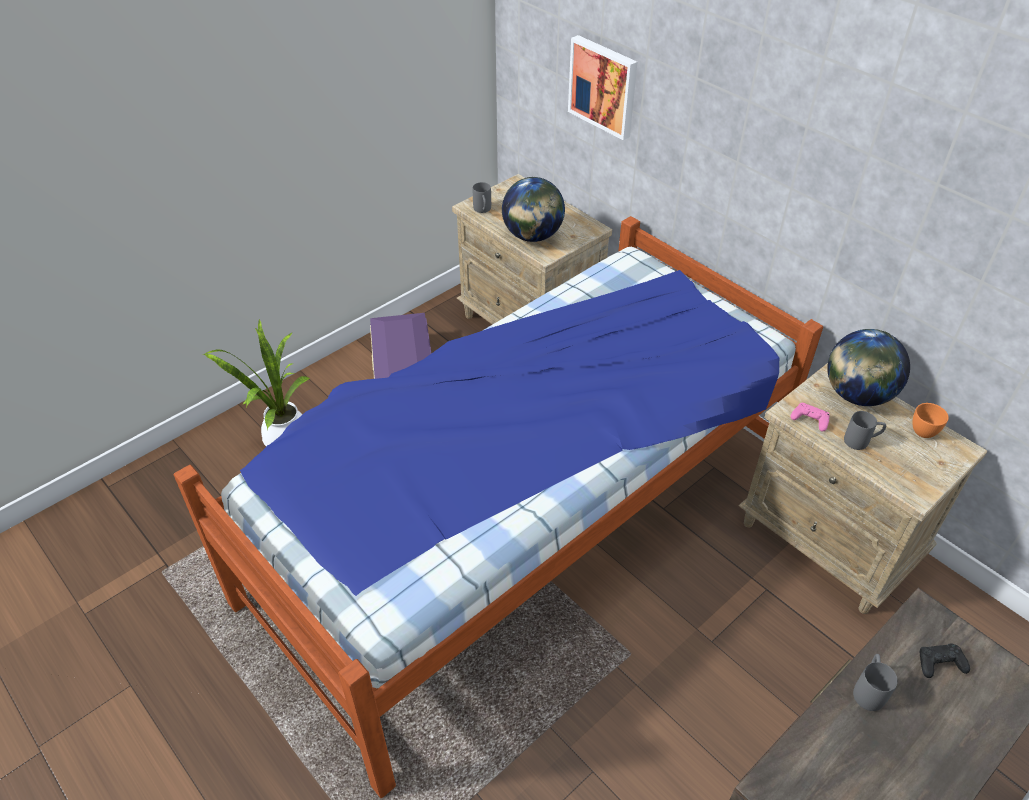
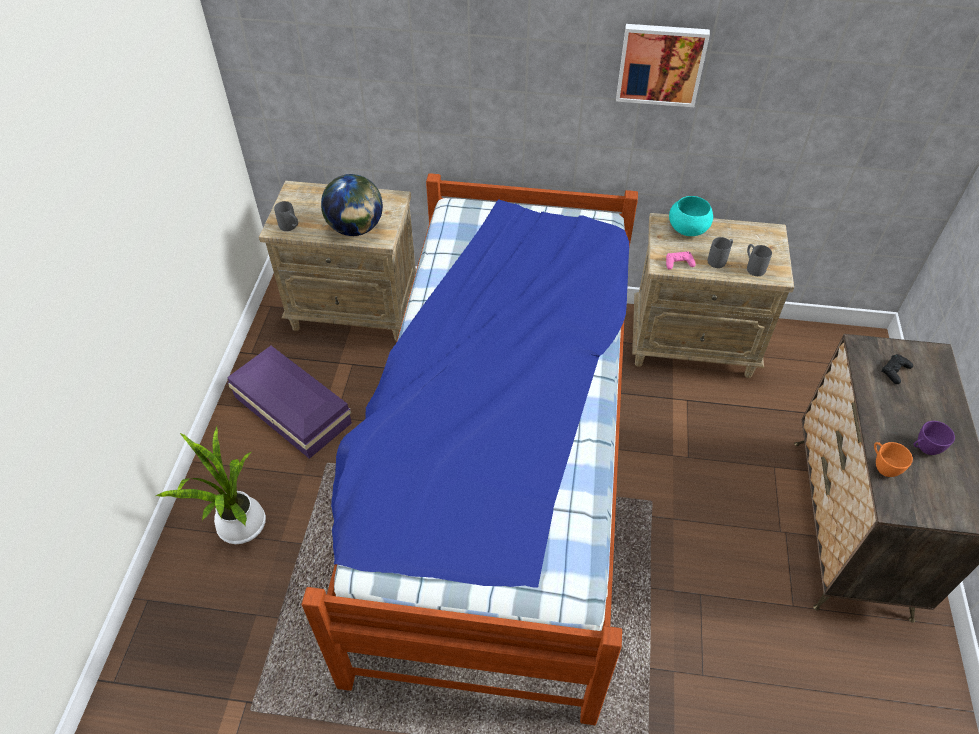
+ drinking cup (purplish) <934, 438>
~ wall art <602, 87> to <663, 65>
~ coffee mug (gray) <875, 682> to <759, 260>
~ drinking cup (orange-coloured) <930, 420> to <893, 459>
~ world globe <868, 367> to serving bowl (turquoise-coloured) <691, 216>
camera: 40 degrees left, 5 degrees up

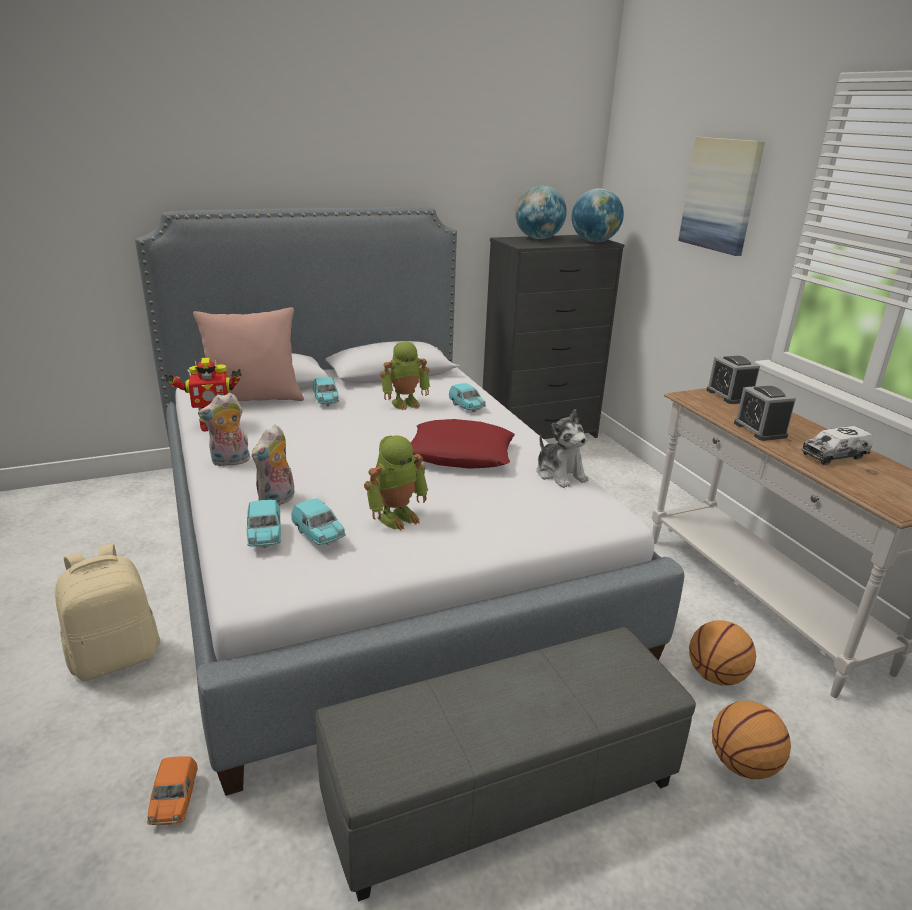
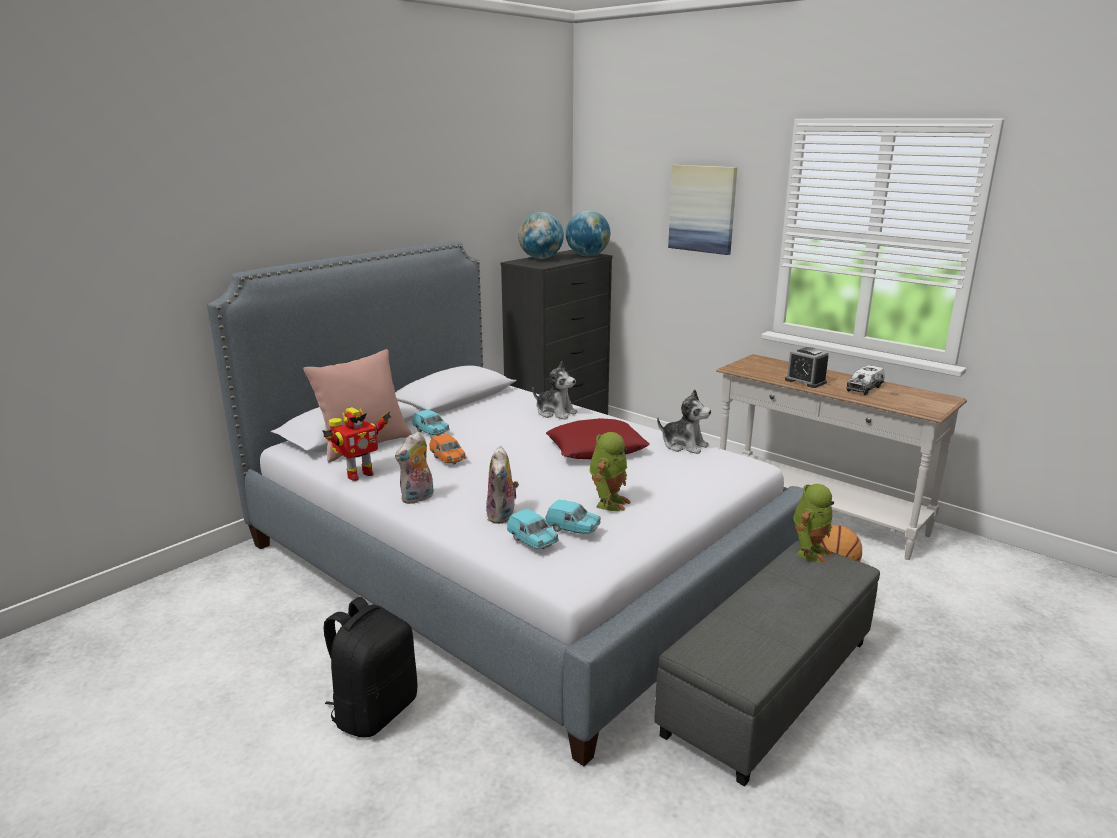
- alarm clock <733, 379>
- basketball ball <751, 740>
~ miniature car (orange-coloured) <172, 791> to <447, 449>
~ model robot <405, 375> to <813, 523>
~ miniature car (turquoise-coloured) <467, 397> to soft toy <555, 391>
~ knapsack (beige-coloured) <107, 612> to knapsack (black) <370, 667>
camera: 25 degrees left, 5 degrees down

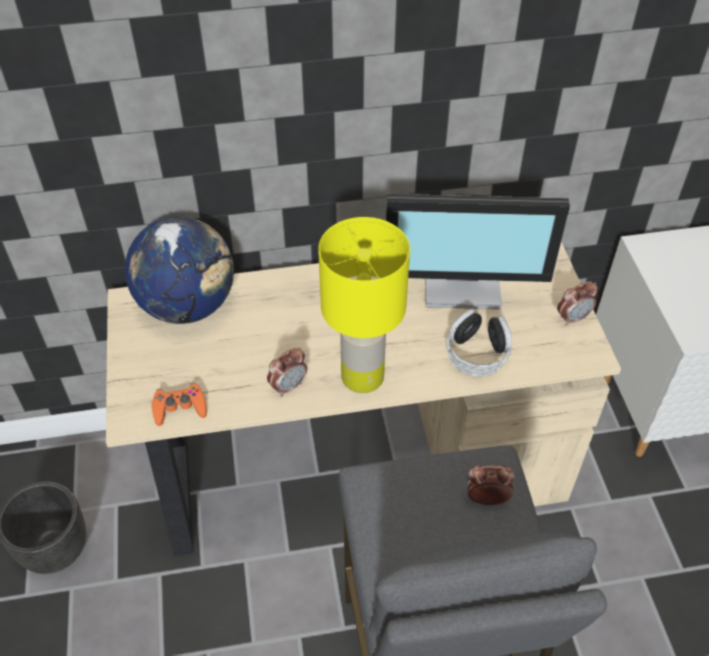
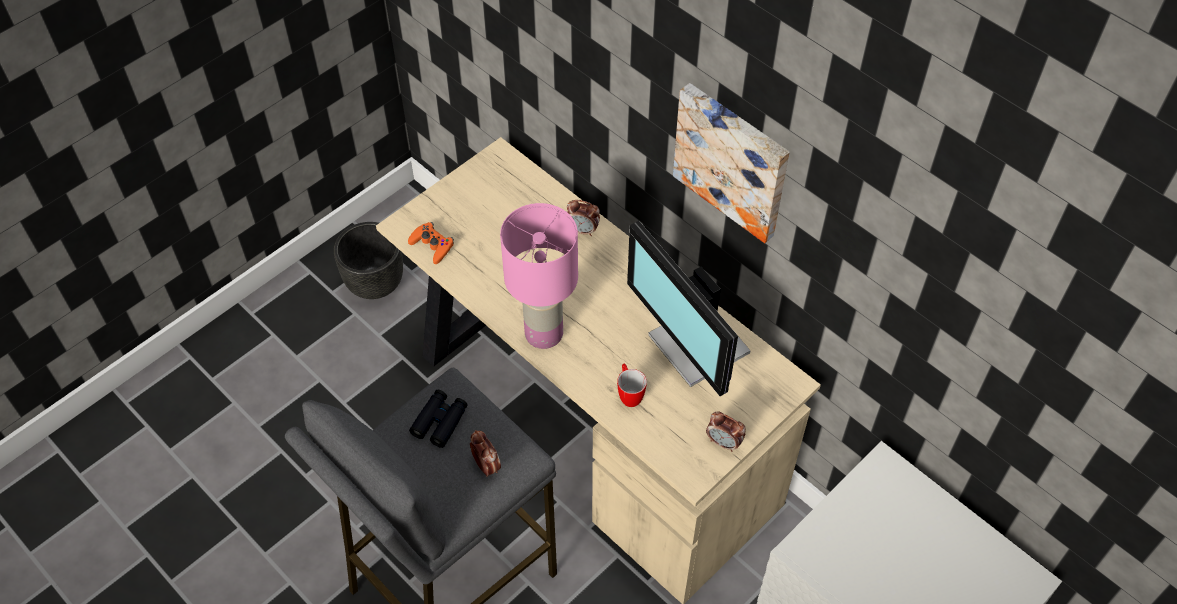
- world globe <179, 270>
+ pair of binoculars (black) <438, 419>
+ wall art <731, 163>
~ alarm clock <287, 372> to <583, 218>
~ headset <479, 342> to coffee mug <632, 385>
~ lamp for a table (yellow) <364, 305> to lamp for a table (pink-coloured) <539, 276>
camera: 55 degrees right, 5 degrees up

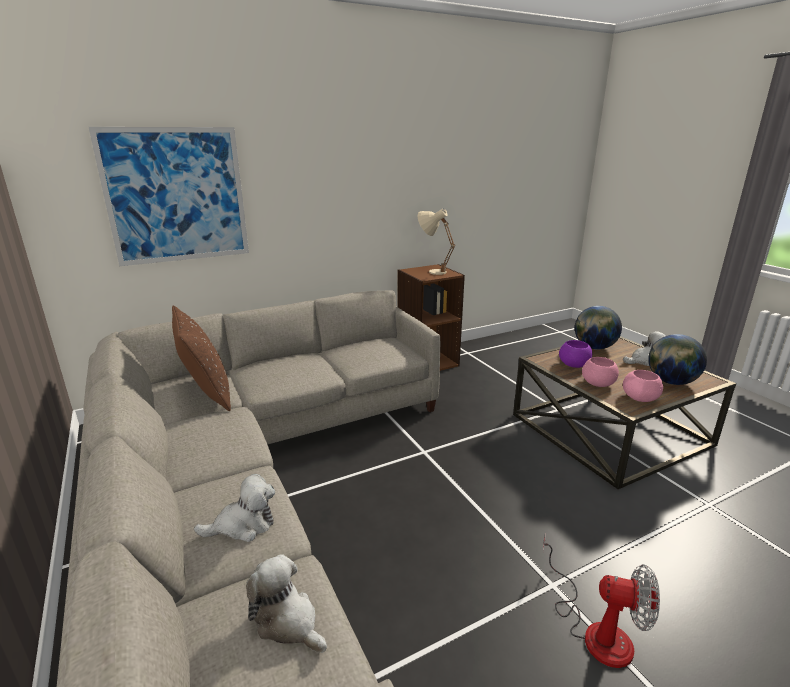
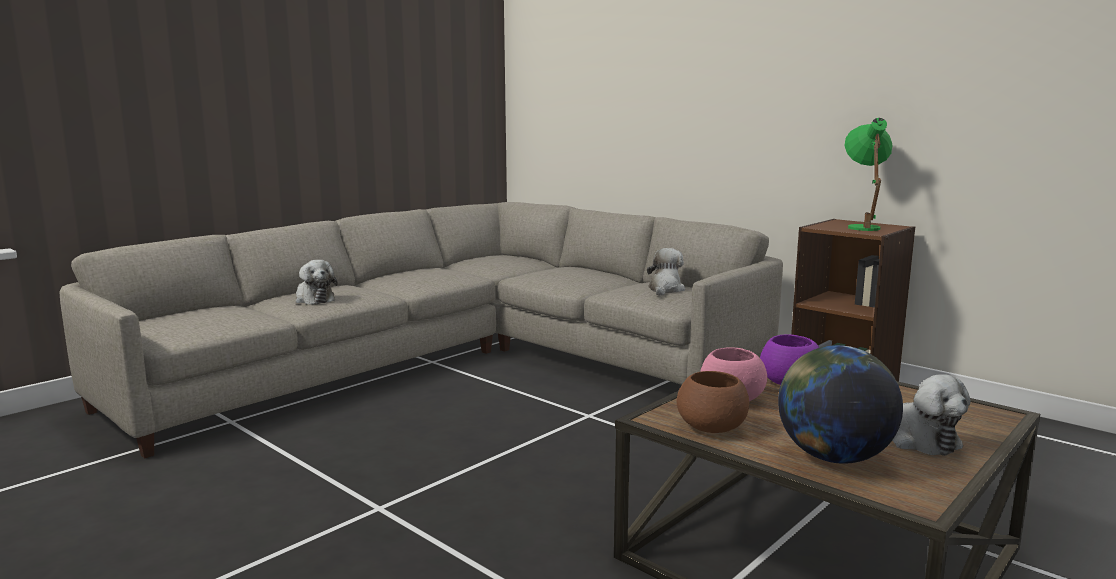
- wall art <169, 196>
- cushion (brown-coloured) <201, 358>
- cooling fan <601, 602>
- world globe <598, 327>
~ soft toy <286, 603> to <666, 272>
~ lamp for a table (beige-coloured) <436, 241> to lamp for a table (greenish) <868, 174>
~ serving bowl (pink-coloured) <643, 386> to serving bowl (brown-coloured) <713, 402>
camera: 70 degrees right, 10 degrees down

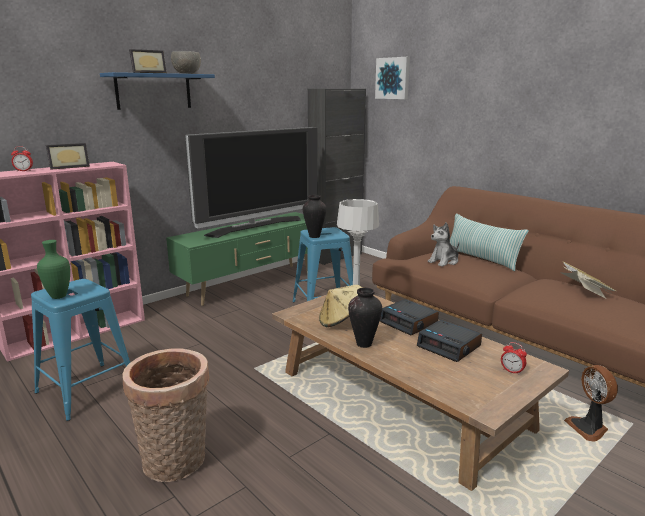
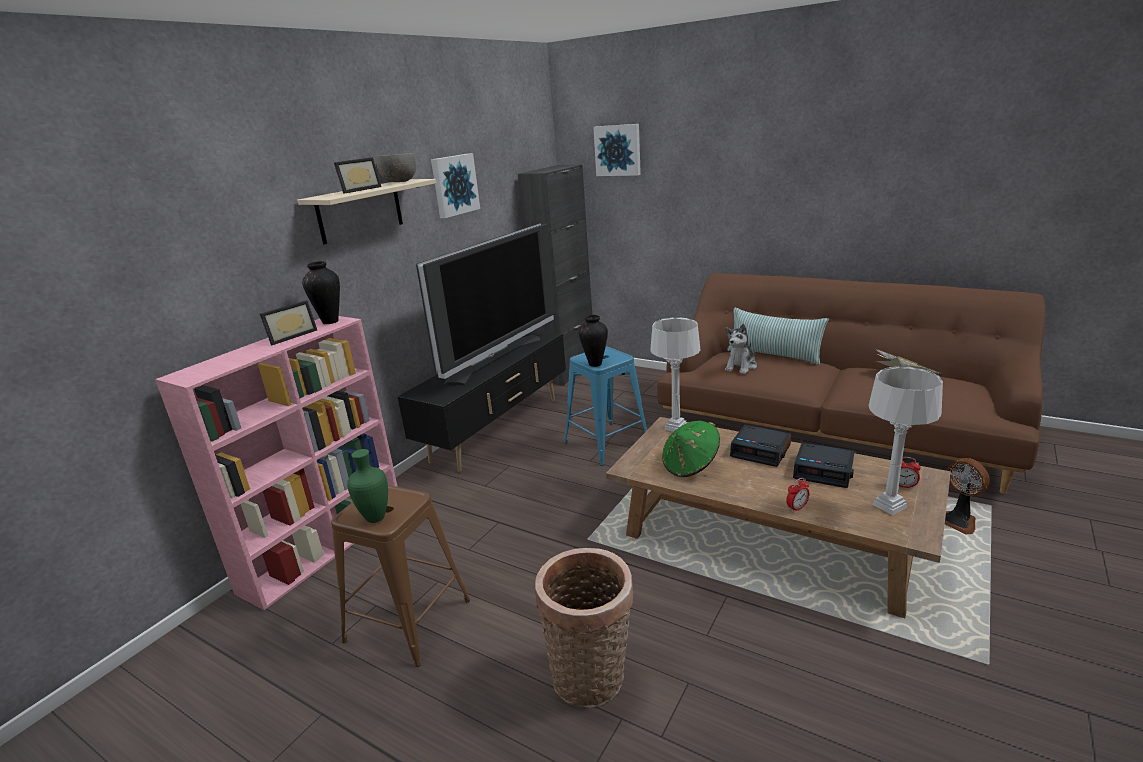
+ wall art <455, 185>
+ lamp for a table (gray) <906, 441>
~ alarm clock <22, 158> to <797, 495>
~ flower vase <365, 317> to <321, 292>
~ stool (blue) <80, 350> to stool (brown-coloured) <400, 576>
~ wall shelf (blue) <157, 91> to wall shelf (beige-coloured) <366, 212>
~ tv unit (greenish) <237, 259> to tv unit (black) <481, 401>
~ hat (beige-coloured) <341, 306> to hat (greenish) <691, 449>
camera: 15 degrees left, 5 degrees up

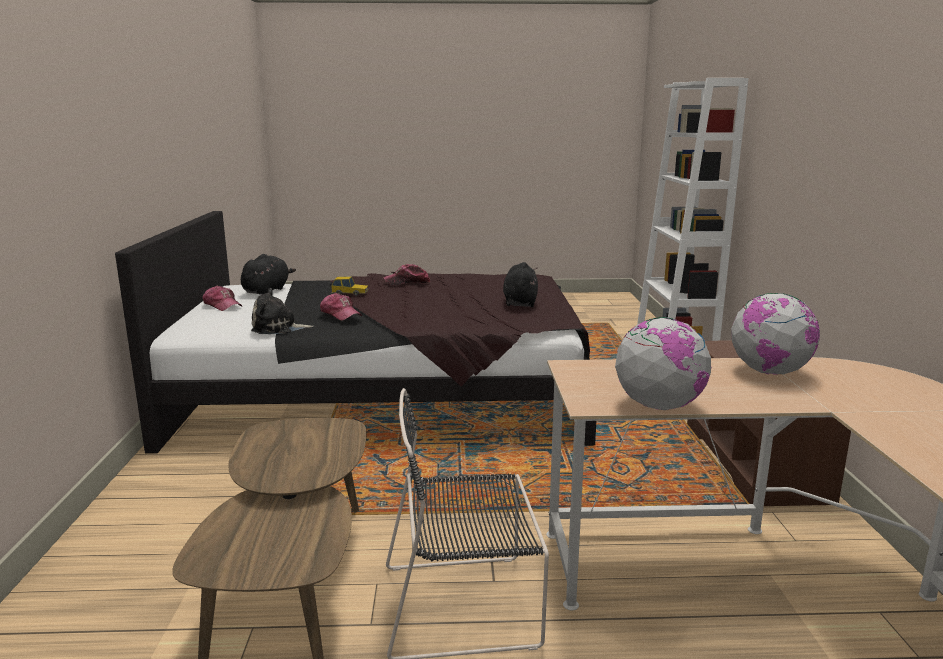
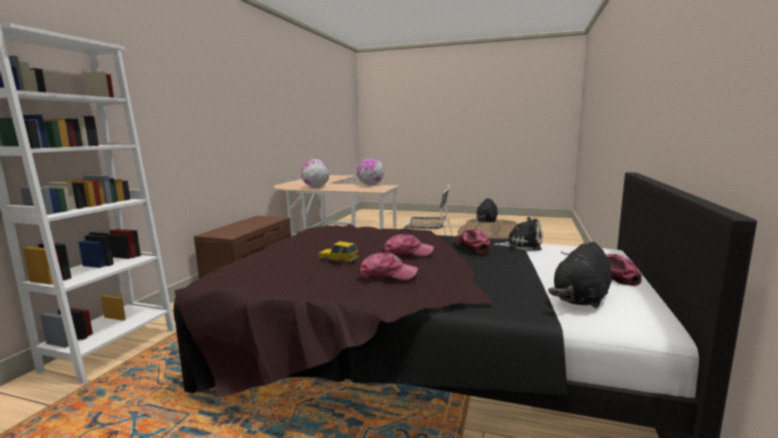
+ cap <408, 245>
~ miniature car <350, 286> to <338, 252>
~ soft toy (black) <520, 284> to <487, 210>
camera: 160 degrees left, 5 degrees down

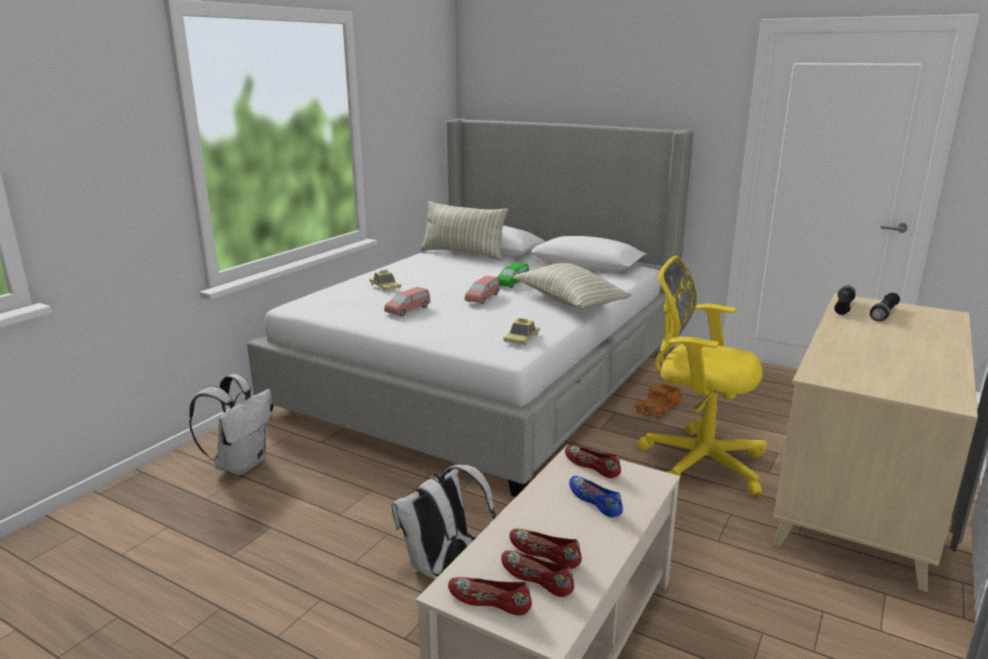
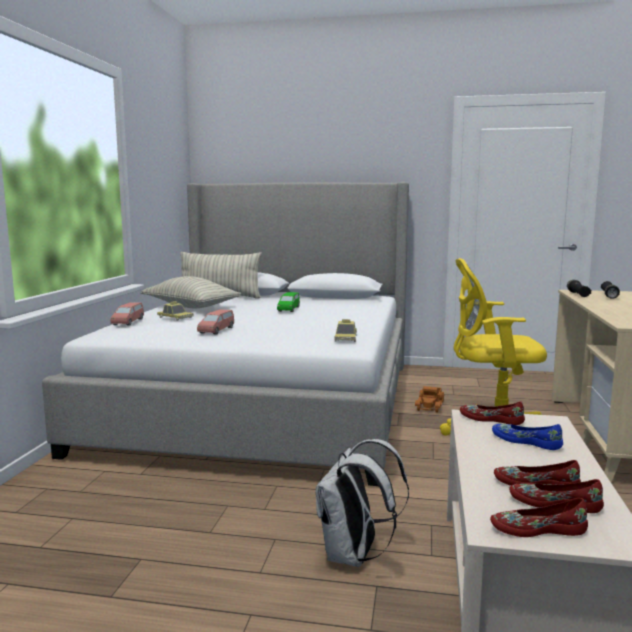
- knapsack (white-coloured) <230, 424>
~ miniature car (pink-coloured) <482, 290> to <127, 313>
~ cushion <572, 286> to <191, 292>
camera: 20 degrees left, 10 degrees down

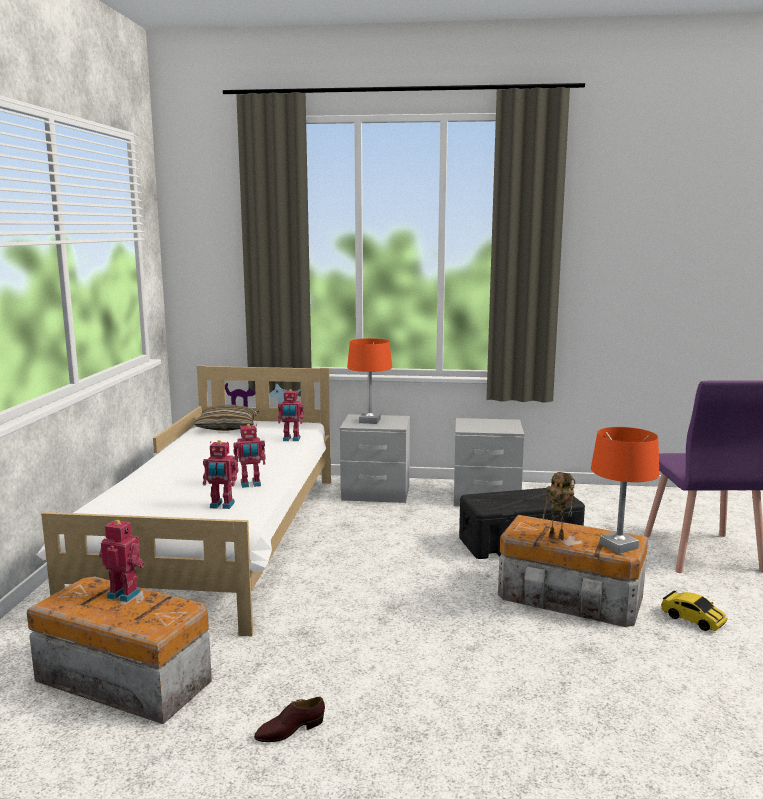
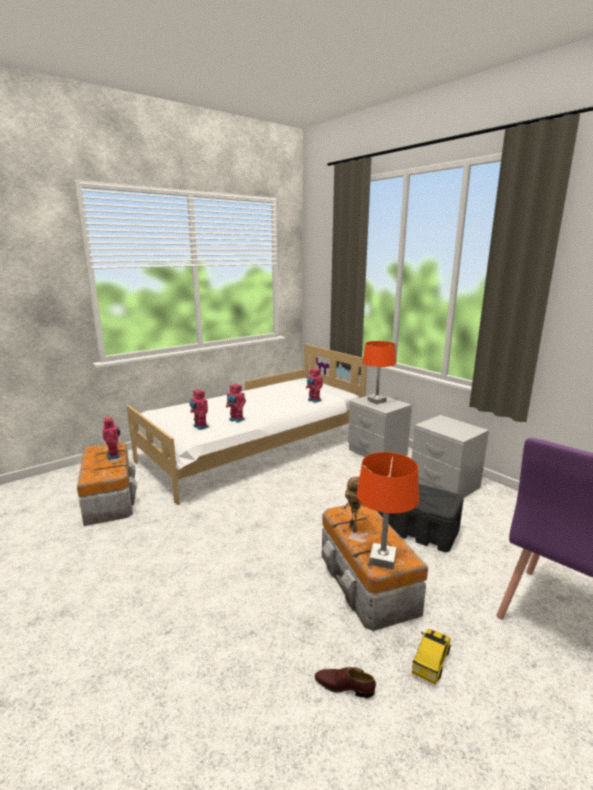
- cushion <226, 418>
~ item of footwear (brown-coloured) <289, 719> to <345, 682>
~ miniature car <694, 611> = <431, 656> 150 degrees counterclockwise
camera: 45 degrees right, 5 degrees up

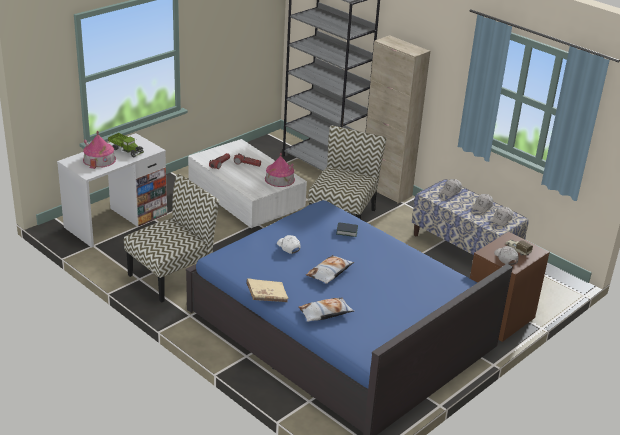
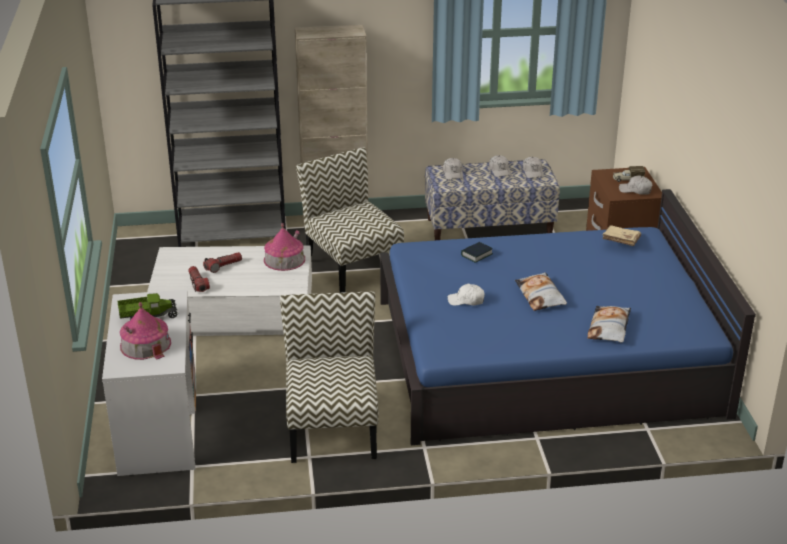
~ bound book (beige-coloured) <267, 290> to <622, 235>
camera: 50 degrees left, 0 degrees up

